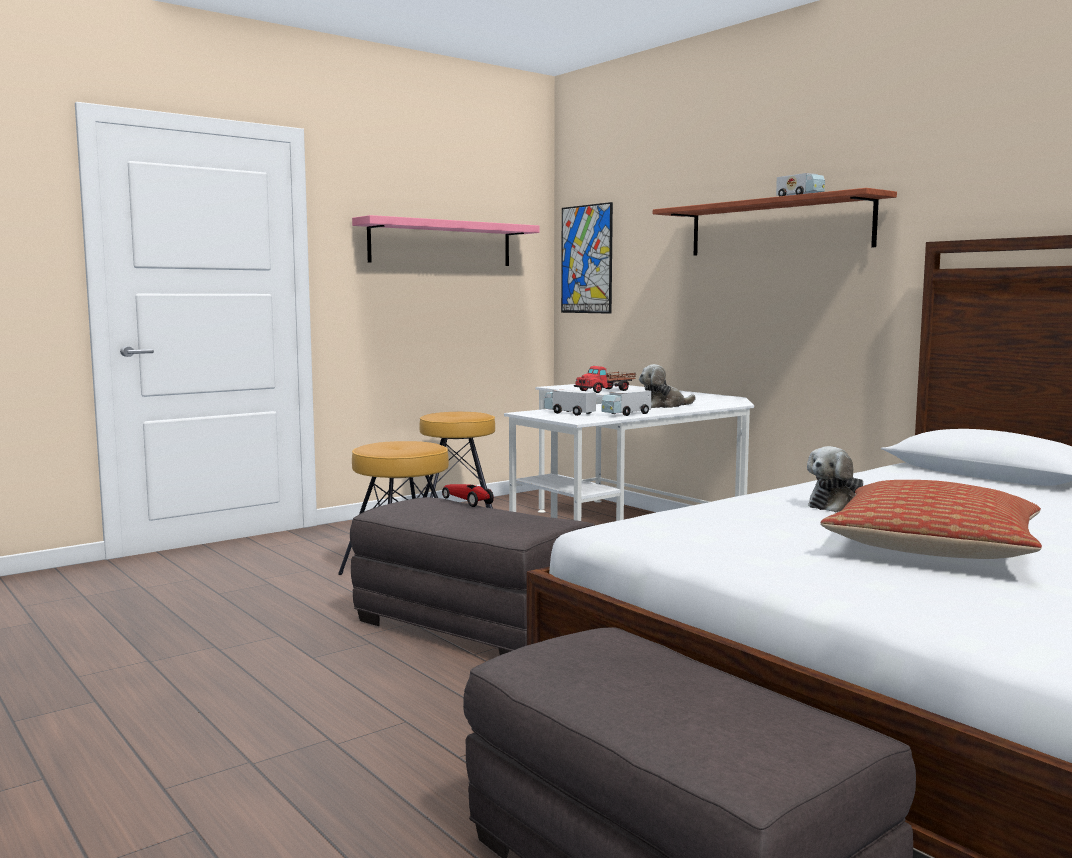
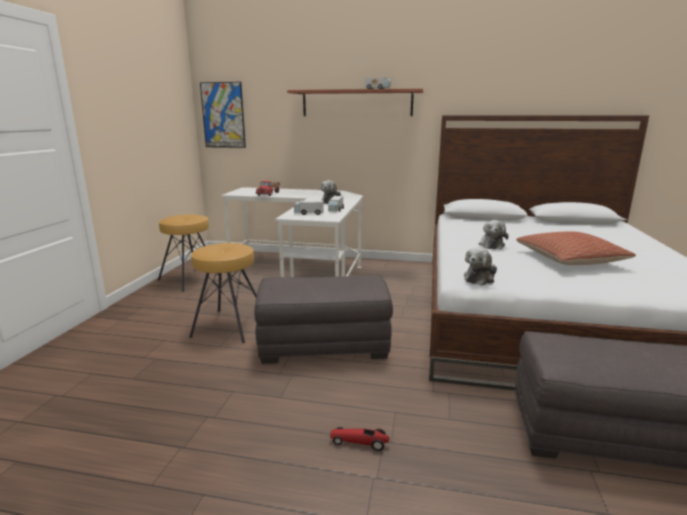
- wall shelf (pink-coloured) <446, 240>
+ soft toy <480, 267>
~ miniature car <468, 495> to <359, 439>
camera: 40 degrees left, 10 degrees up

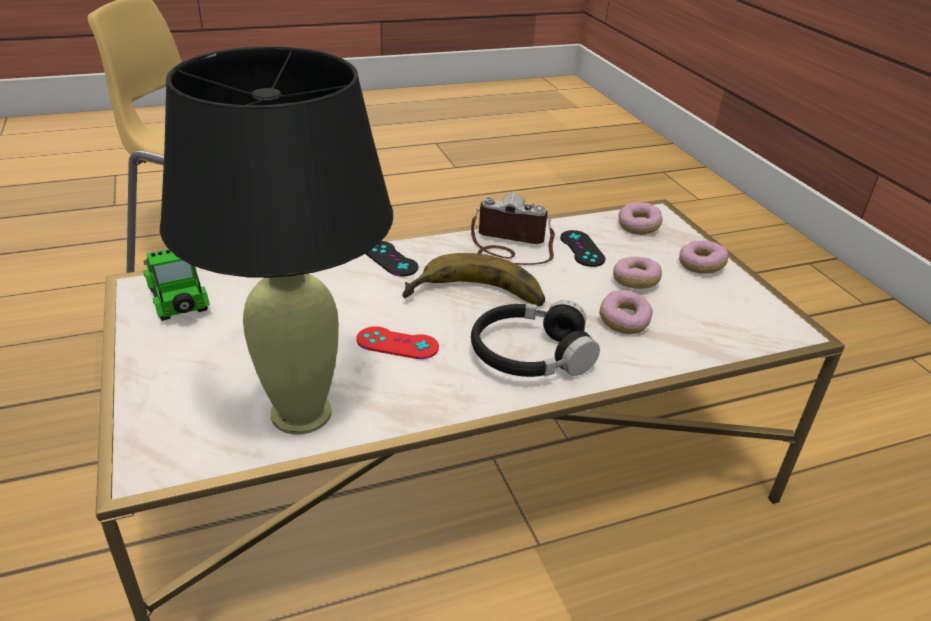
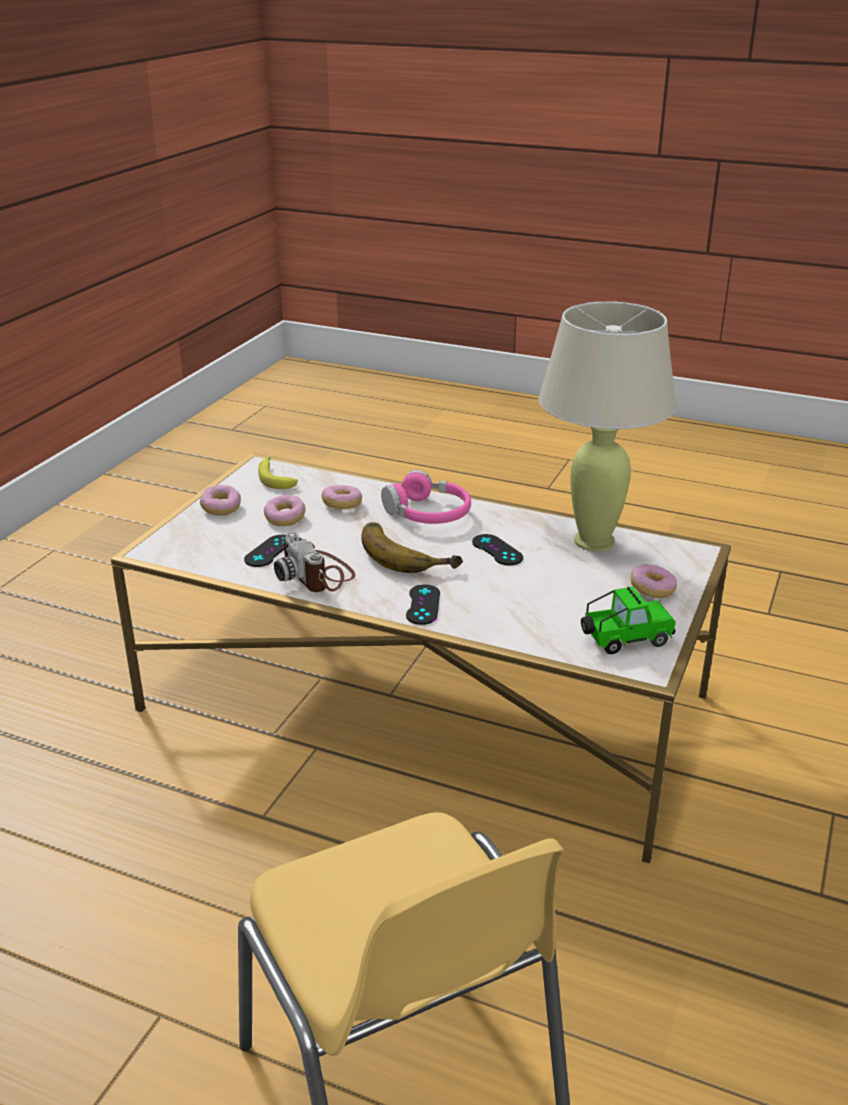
+ banana <278, 472>
~ donut <640, 219> to <654, 581>
~ lamp for a table (black) <276, 240> to lamp for a table (beige-coloured) <607, 426>
~ gamepad (reddish) <397, 342> to gamepad (black) <497, 549>
~ headset (black) <535, 338> to headset (pink-coloured) <426, 497>
~ miniature car <176, 285> = <628, 620> 120 degrees counterclockwise
camera: 135 degrees left, 5 degrees down

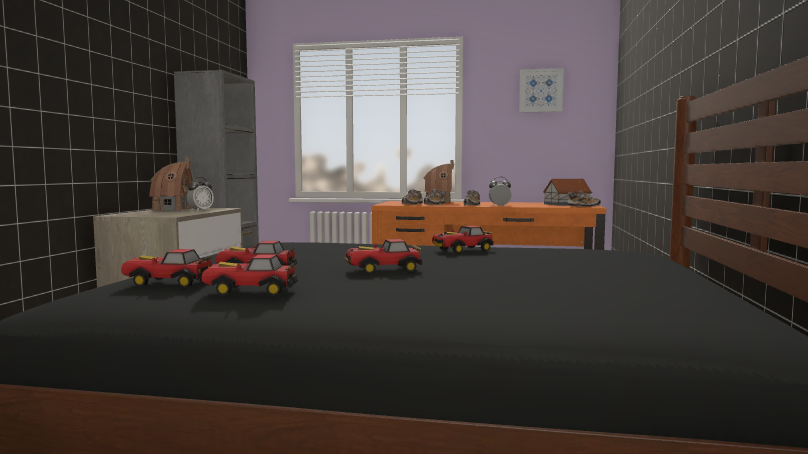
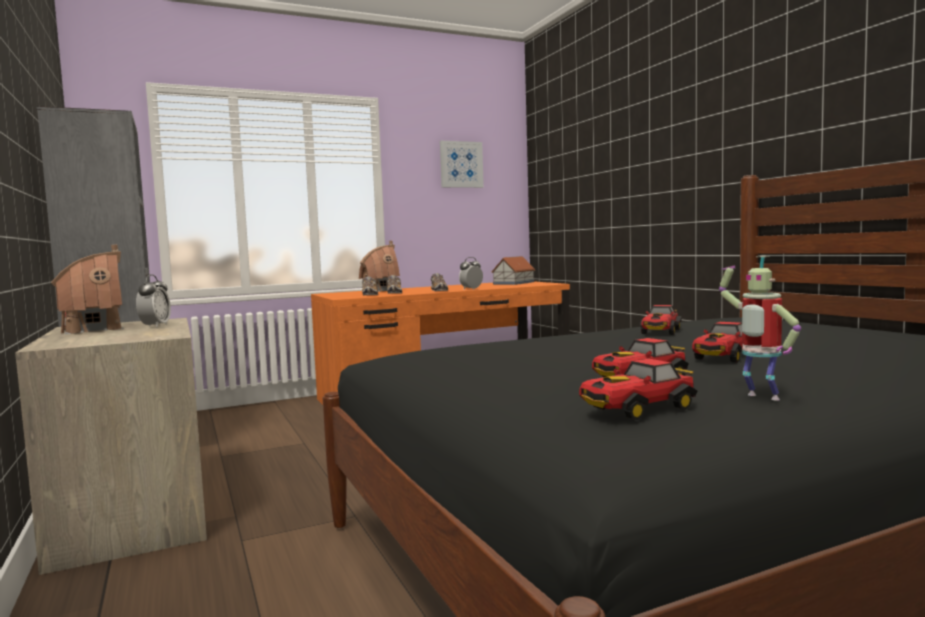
- item of footwear <584, 198>
~ miniature car <249, 275> to model robot <760, 328>
camera: 35 degrees left, 0 degrees up

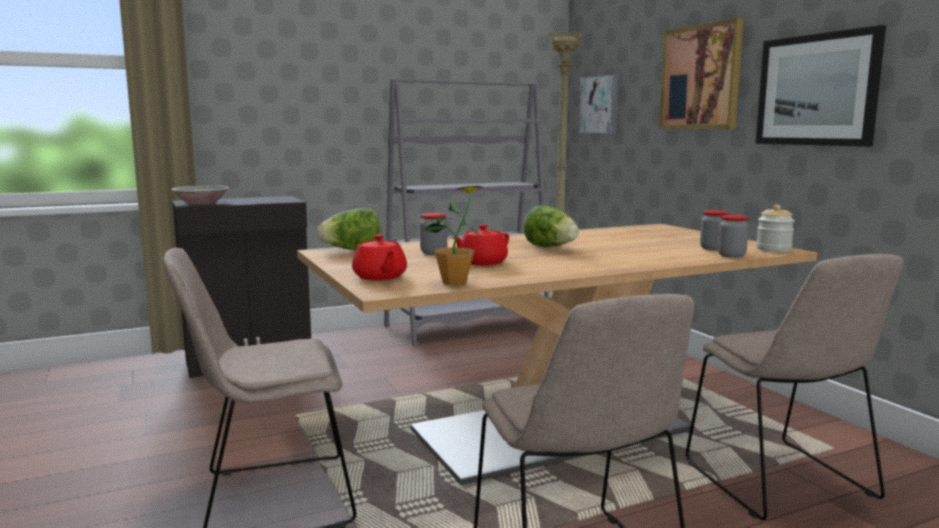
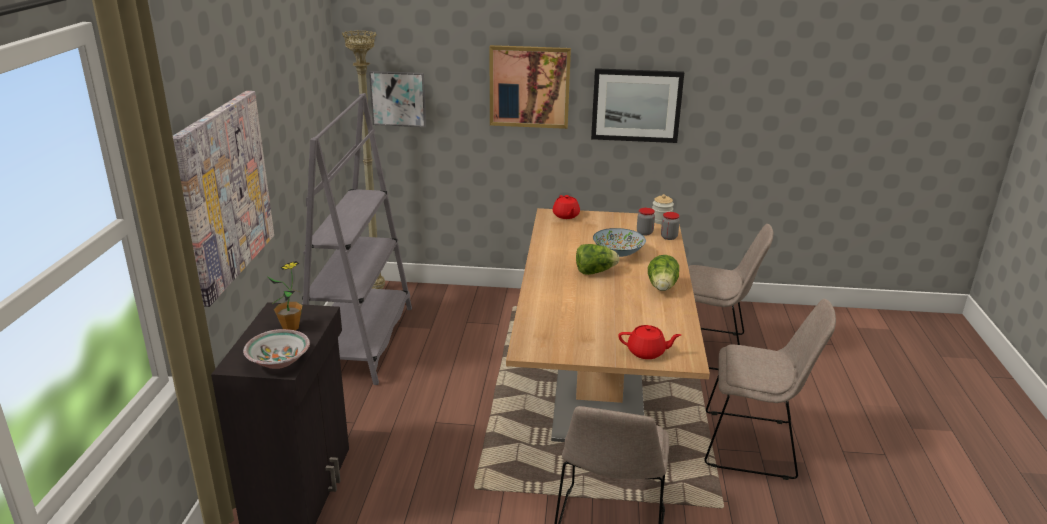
- preserve jar <433, 234>
+ wall art <223, 199>
+ serving bowl <619, 242>
~ lettuce <349, 229> to <663, 273>
~ houseplant <453, 235> to <285, 295>
~ teapot (reddish) <480, 245> to <566, 207>
camera: 60 degrees left, 15 degrees up

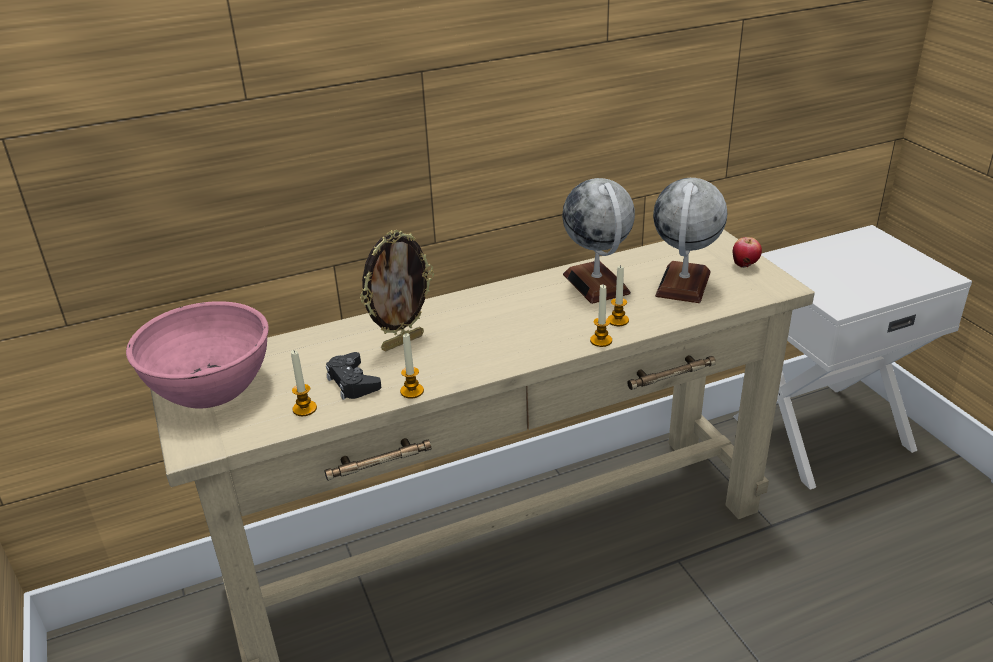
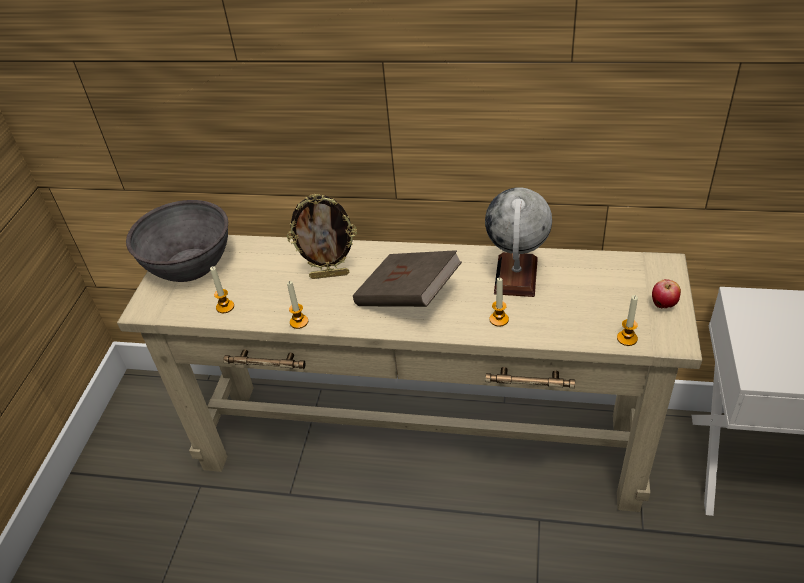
- gamepad (black) <353, 376>
- world globe <690, 240>
+ bound book (brown-coloured) <407, 278>
~ wax light <601, 315> to <627, 320>
~ serving bowl (pink-coloured) <197, 354> to serving bowl (gray) <177, 241>
camera: 35 degrees right, 10 degrees up

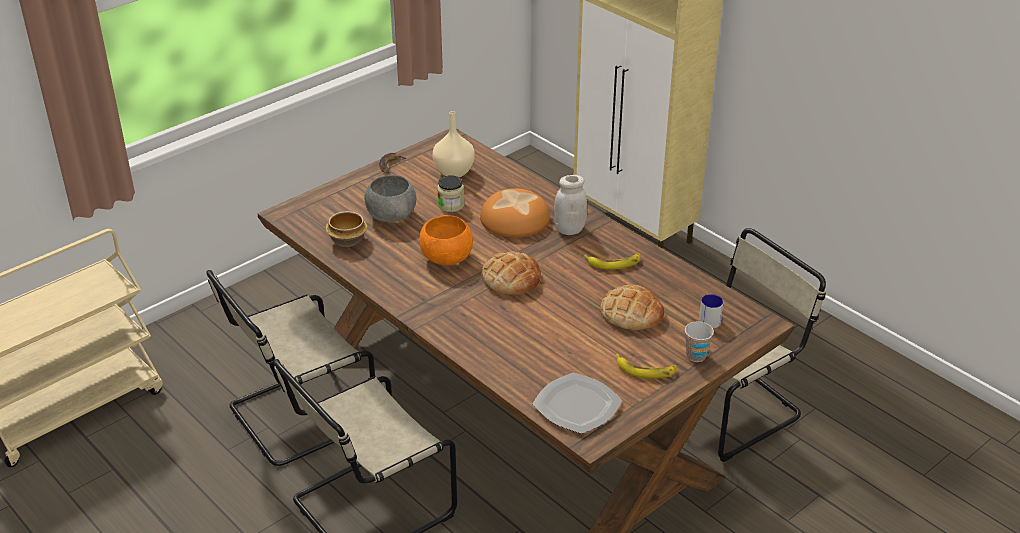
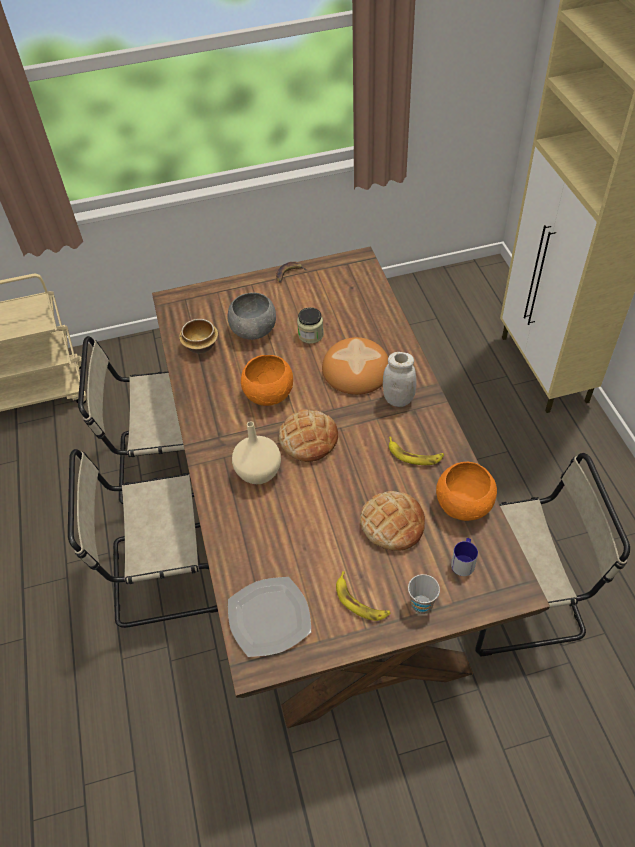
+ serving bowl (orange-coloured) <466, 491>
~ flower vase (beige-coloured) <454, 144> to <256, 452>
camera: 30 degrees right, 15 degrees up

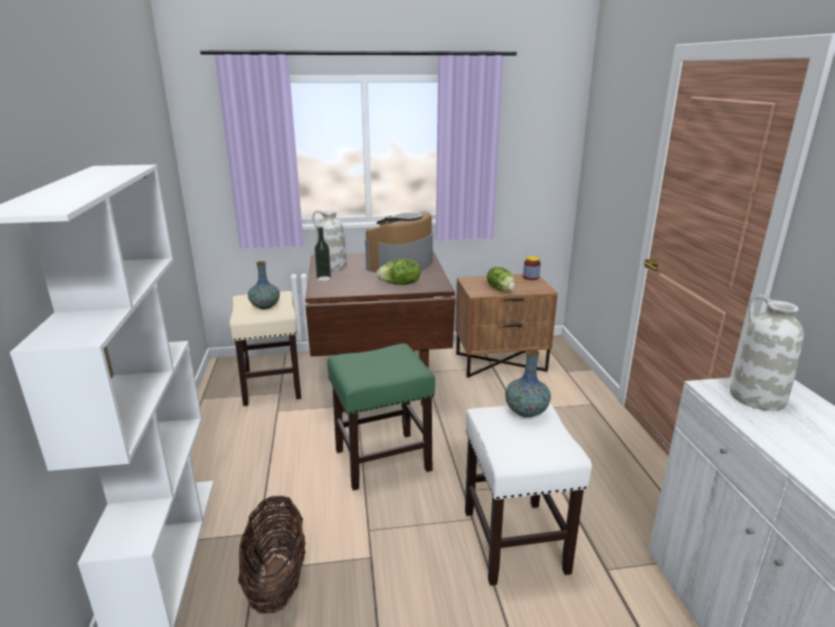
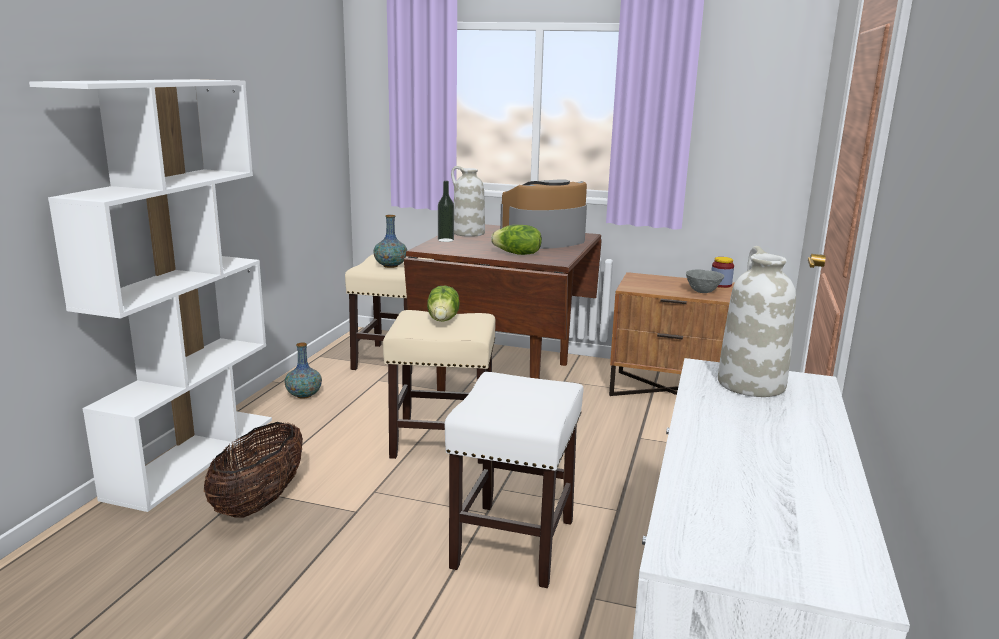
+ serving bowl (gray) <705, 281>
~ lettuce <501, 279> to <443, 304>
~ flower vase <528, 383> to <303, 371>
~ stool (greenish) <381, 417> to stool (beige-coloured) <439, 387>
camera: 25 degrees right, 5 degrees down

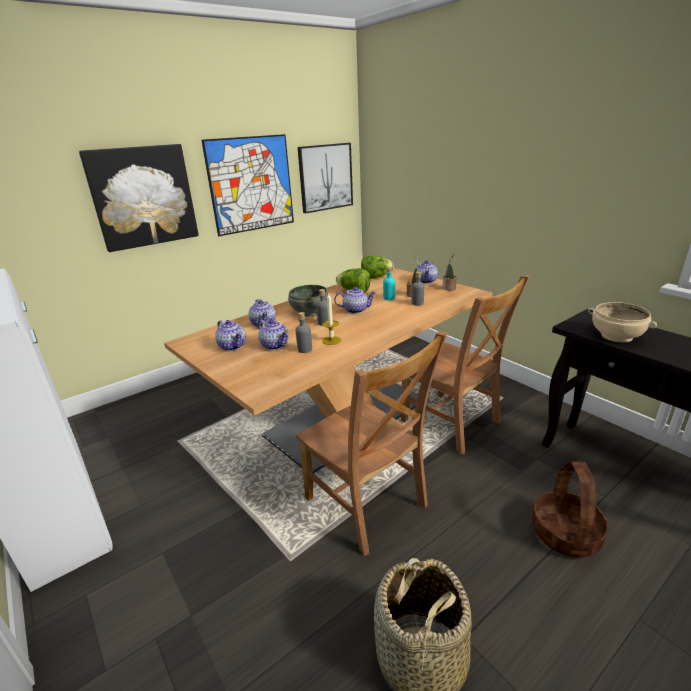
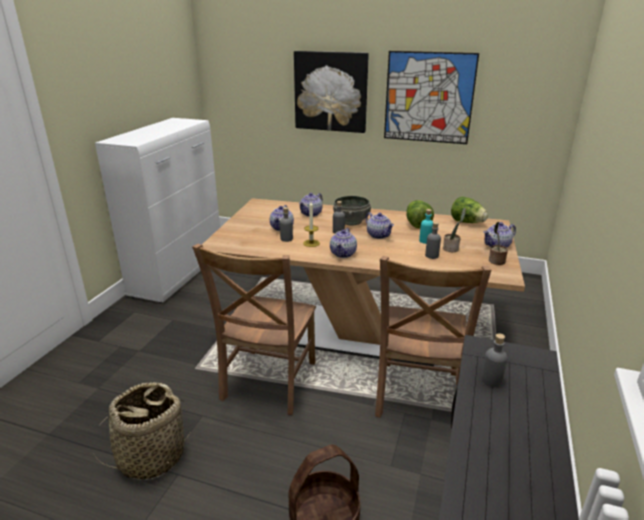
- wall art <325, 178>
~ teapot <230, 335> to <343, 243>
~ serving bowl (beige-coloured) <622, 322> to bottle (gray) <494, 360>
camera: 55 degrees right, 0 degrees up

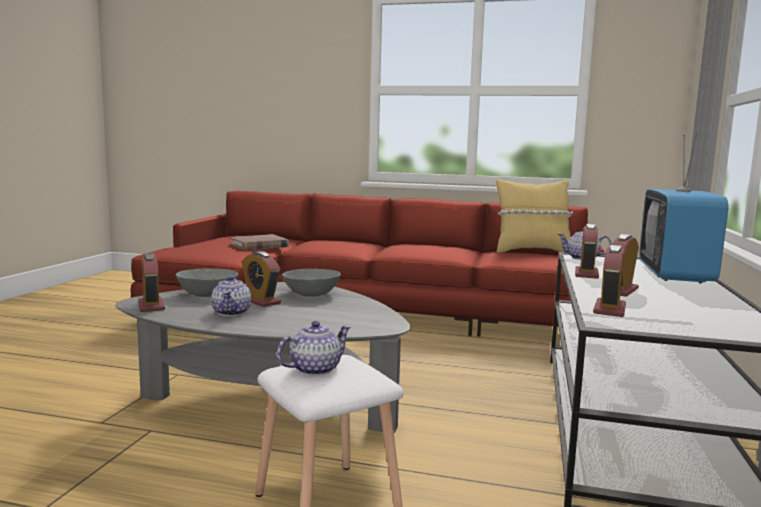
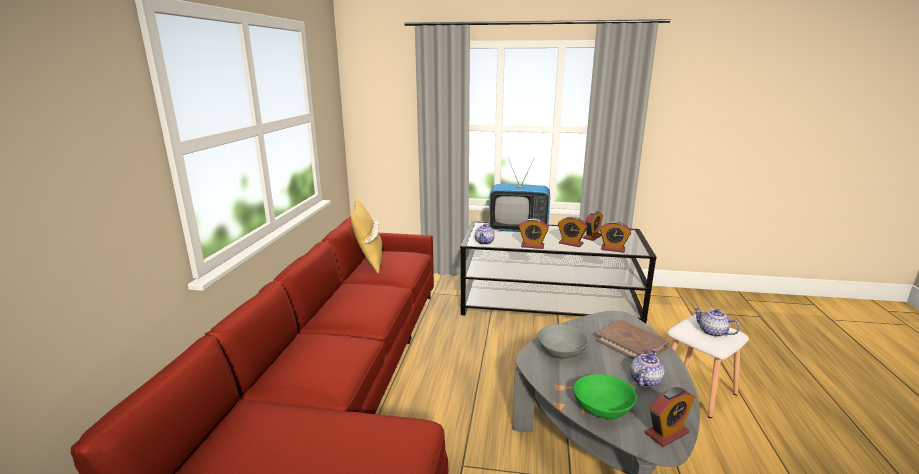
~ bound book (brown-coloured) <259, 242> to <632, 339>
~ alarm clock <261, 279> to <593, 226>
~ serving bowl (gray) <207, 283> to serving bowl (greenish) <605, 396>
~ teapot <231, 296> = <647, 368> 45 degrees counterclockwise
camera: 95 degrees left, 10 degrees up

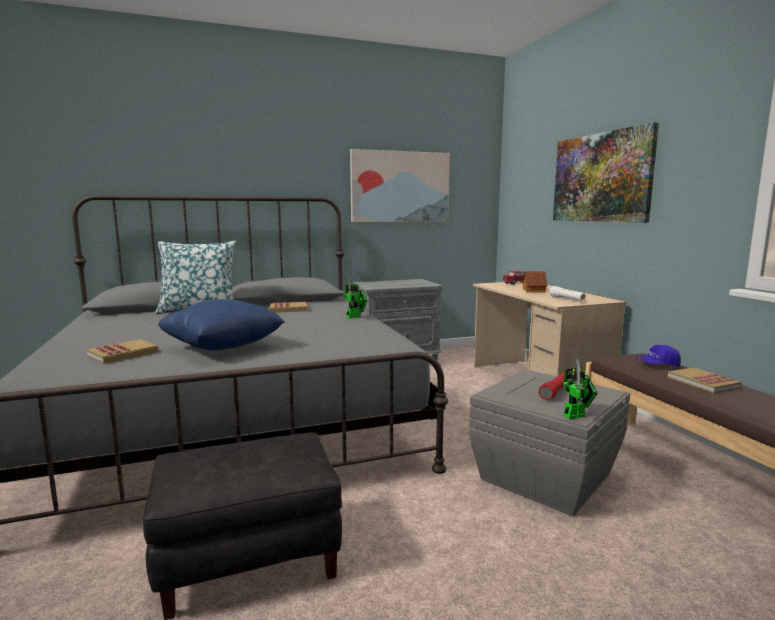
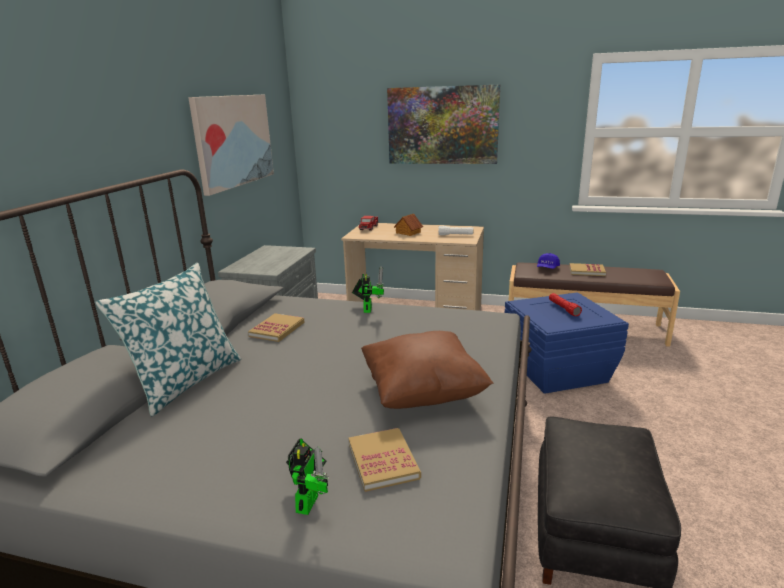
~ model robot <580, 389> to <307, 476>
~ cushion (blue) <221, 324> to cushion (brown-coloured) <427, 370>
~ storage container (gray) <549, 442> to storage container (blue) <567, 343>
camera: 55 degrees left, 10 degrees up

